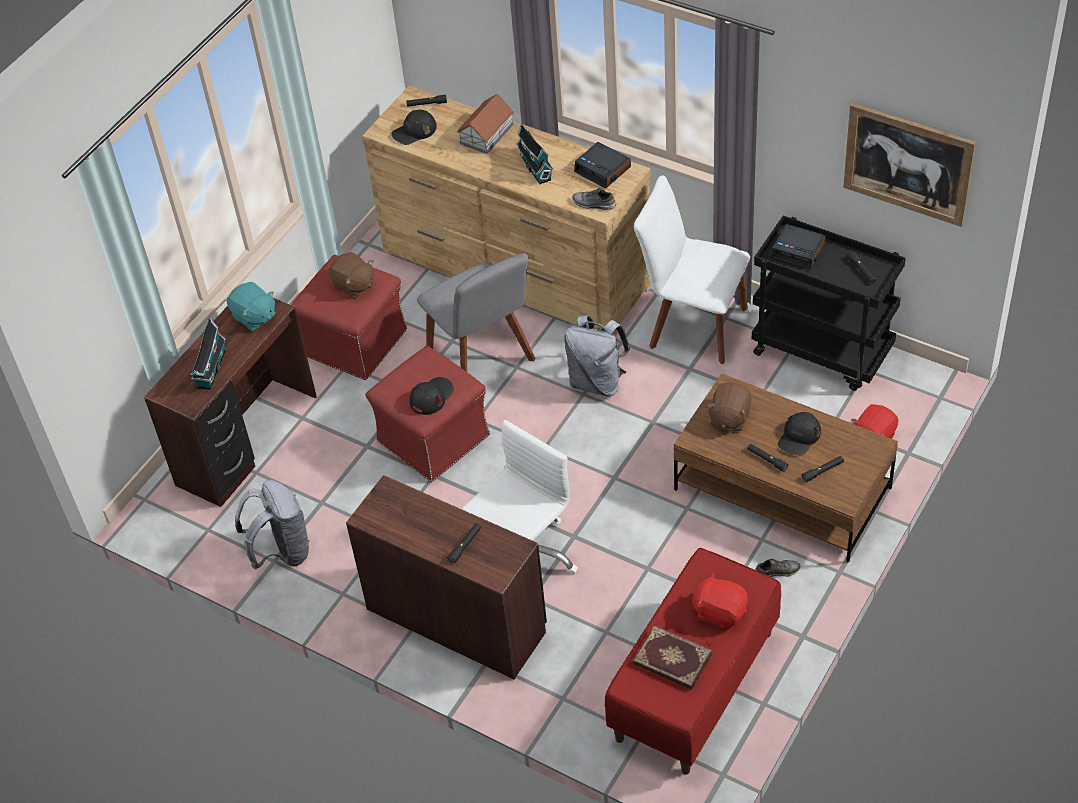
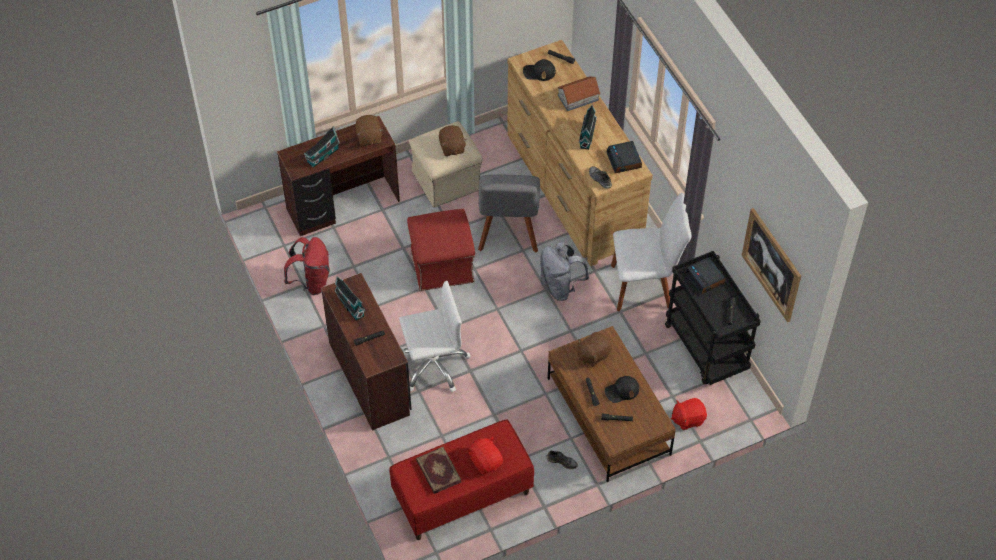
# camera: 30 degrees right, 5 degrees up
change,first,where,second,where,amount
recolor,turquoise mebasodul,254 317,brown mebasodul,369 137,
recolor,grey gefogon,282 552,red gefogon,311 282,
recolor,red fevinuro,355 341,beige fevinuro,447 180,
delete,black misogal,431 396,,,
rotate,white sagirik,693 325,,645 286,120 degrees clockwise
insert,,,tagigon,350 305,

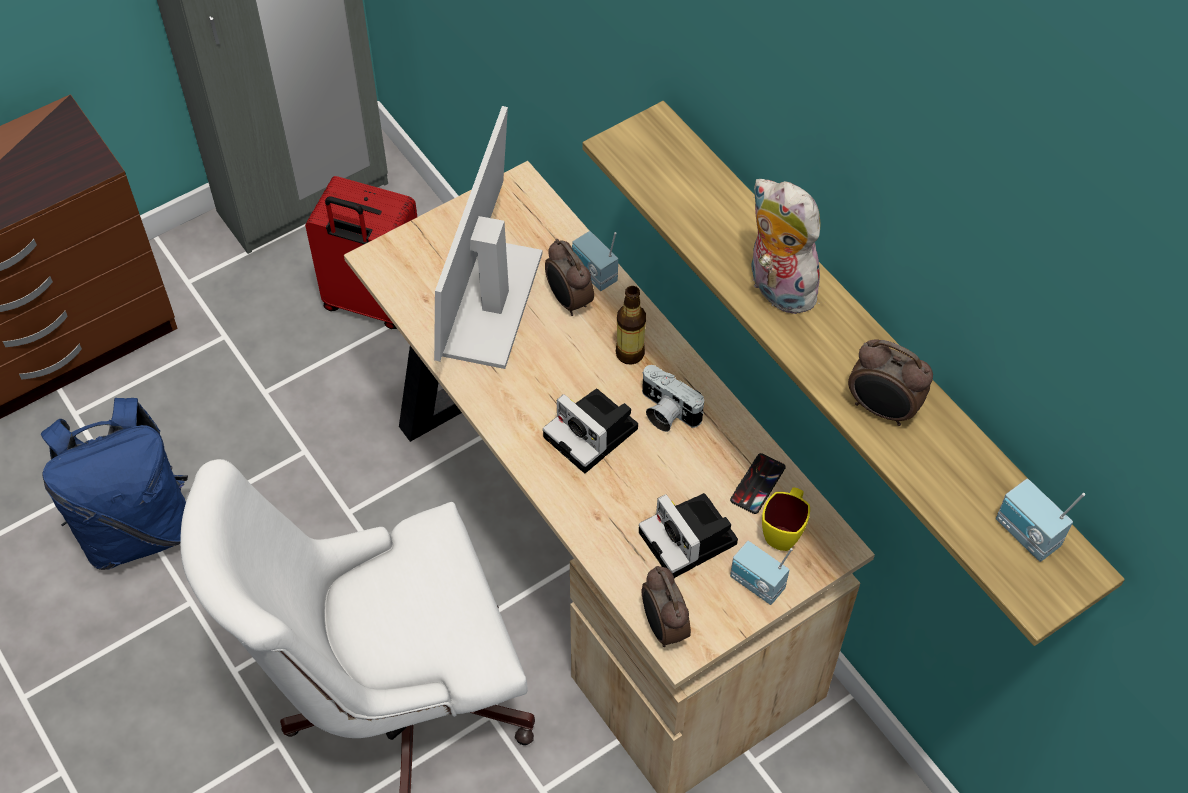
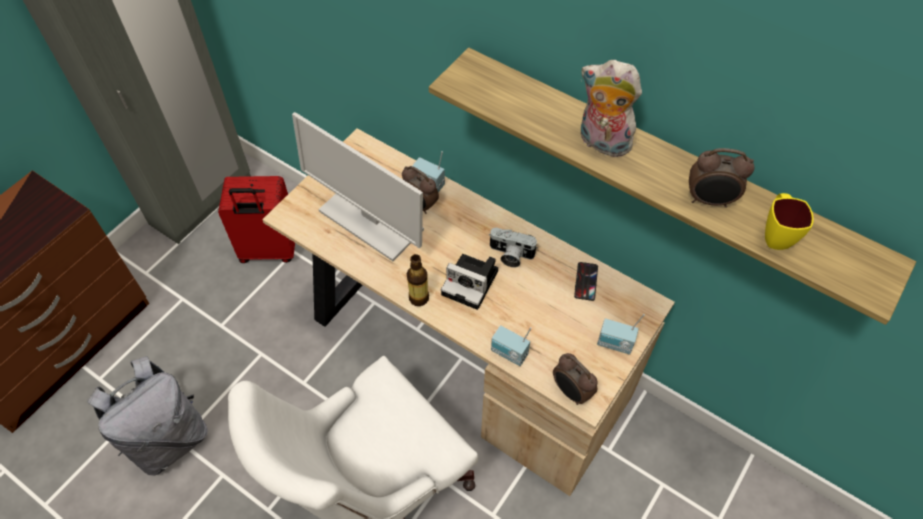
# camera: 20 degrees left, 0 degrees up
change,first,where,second,where,amount
recolor,blue gefogon,137 527,grey gefogon,168 438,
rotate,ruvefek,489 301,,369 220,45 degrees counterclockwise
move,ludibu,630 353,,419 298,
delete,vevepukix,690 540,,,
move,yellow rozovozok,784 531,,775 234,
move,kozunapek,1025 535,,508 354,

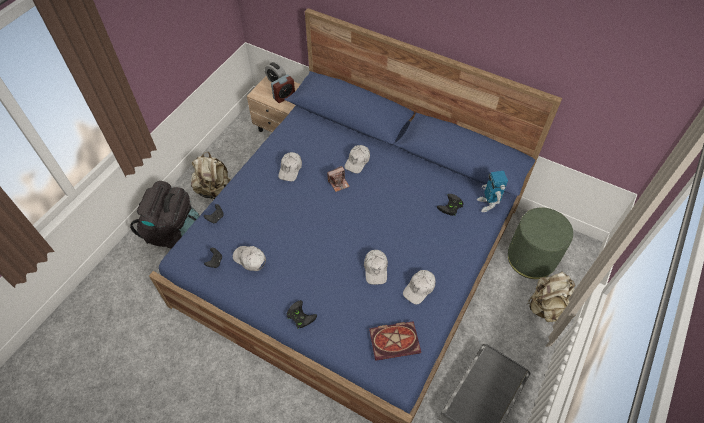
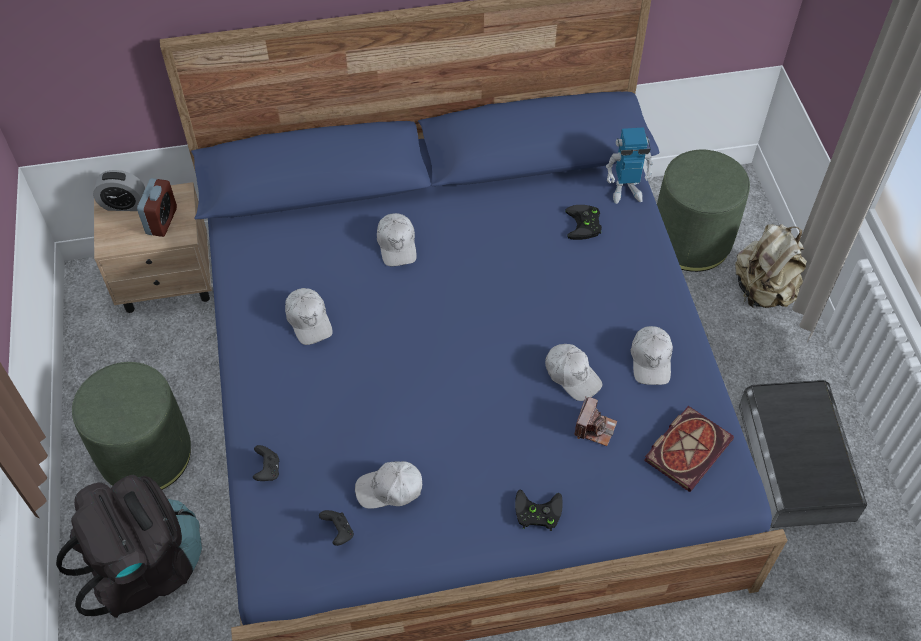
# camera: 40 degrees left, 0 degrees up
change,first,where,second,where,amount
replace,beige gefogon,214 190,green fevinuro,146 454,
move,vevepukix,338 183,,594 428,
rotate,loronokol,487 204,,626 191,45 degrees counterclockwise

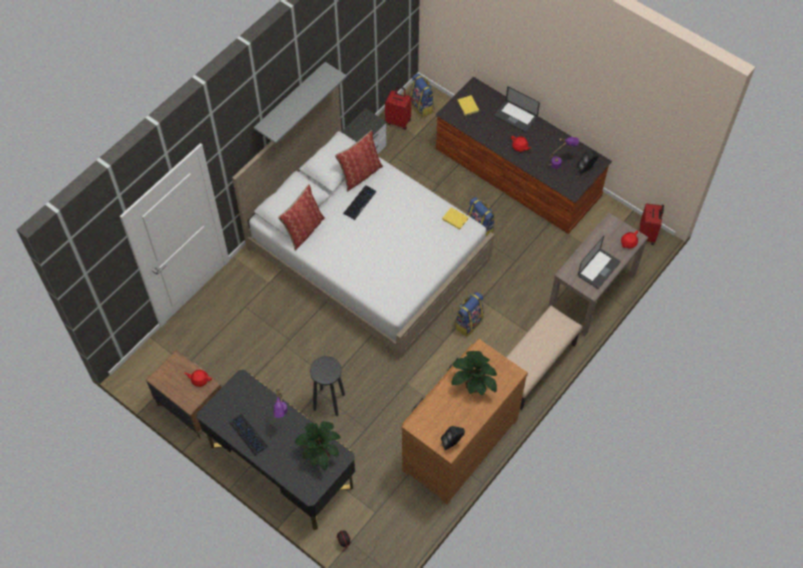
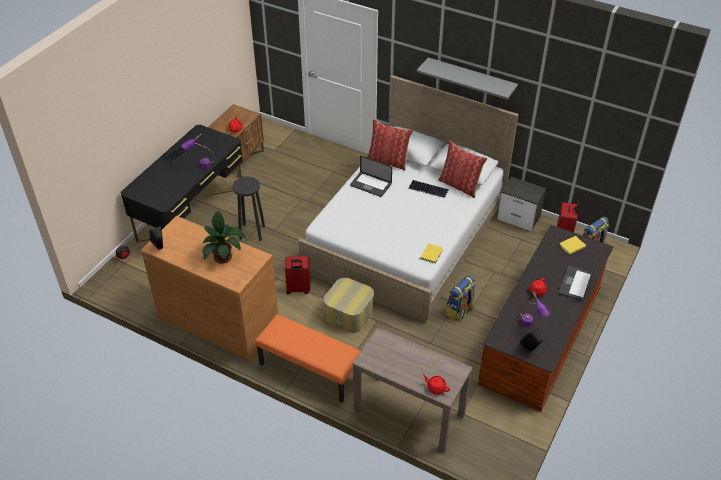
# camera: 80 degrees right, 15 degrees down
change,first,where,second,where,amount
delete,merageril,320 451,,,
replace,gefogon,468 322,fevinuro,349 314,
recolor,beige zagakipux,534 367,orange zagakipux,309 371,
move,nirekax,598 269,,370 185,
move,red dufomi,647 235,,298 289,

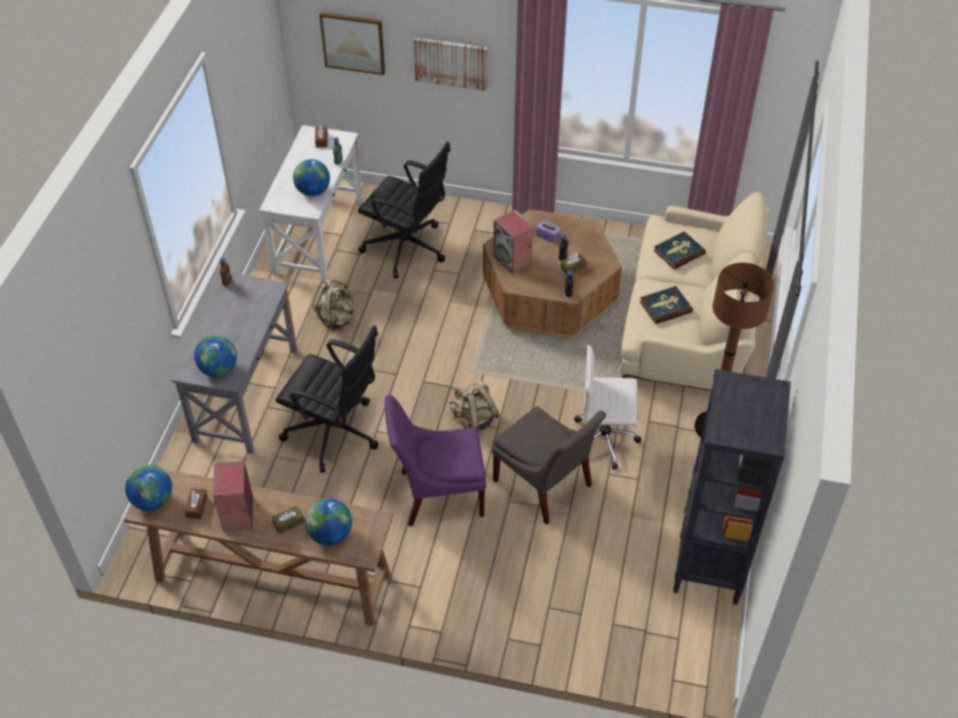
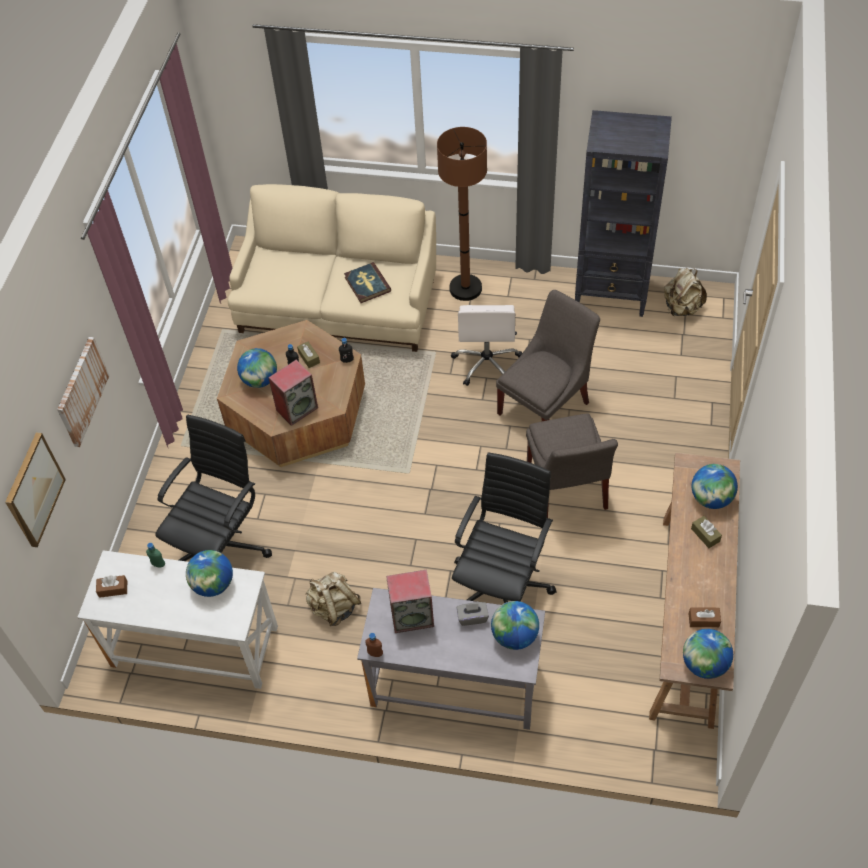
# camera: 90 degrees left, 5 degrees up
change,first,where,second,where,amount
move,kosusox,238 514,,412 616,
recolor,purple sagirik,437 493,grey sagirik,566 489,
move,beige gefogon,473 420,,681 308,
replace,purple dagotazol,548 235,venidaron,260 380,
delete,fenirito,678 252,,,
insert,,,grey dagotazol,472 617,

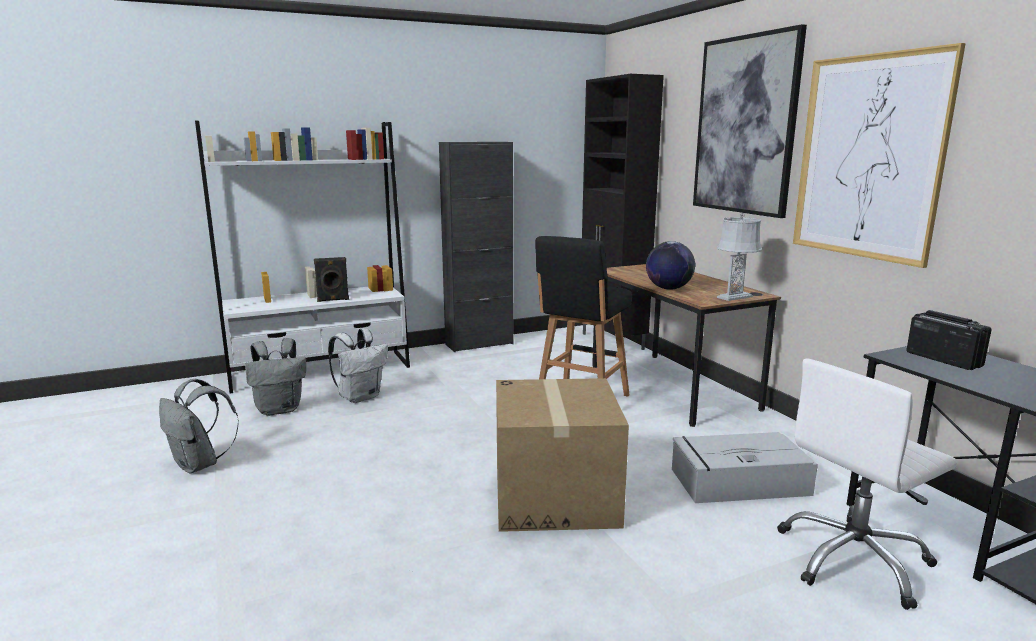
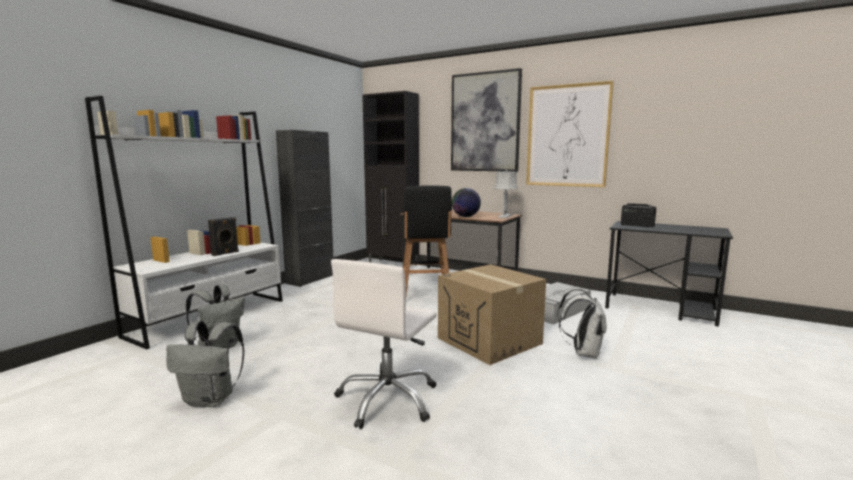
# camera: 35 degrees left, 5 degrees down
change,first,where,second,where,amount
move,white gefogon,360 397,,583 353,
move,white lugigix,854 560,,388 399,

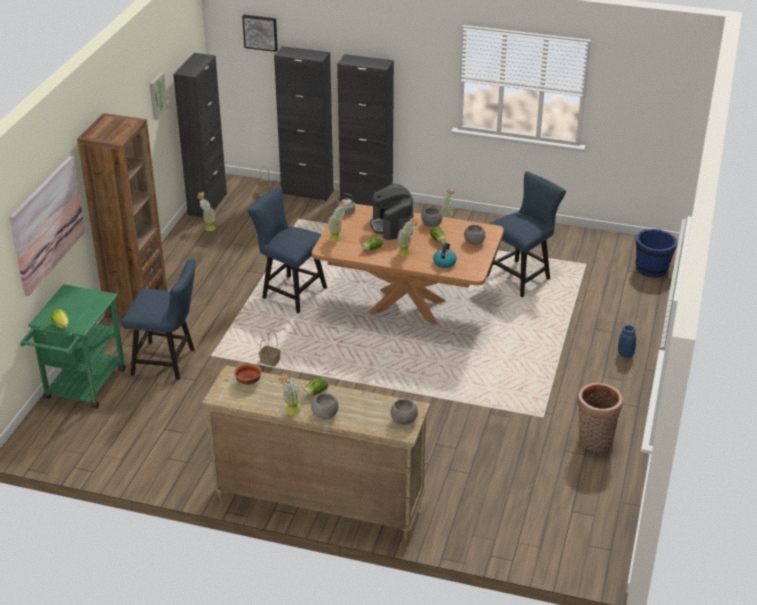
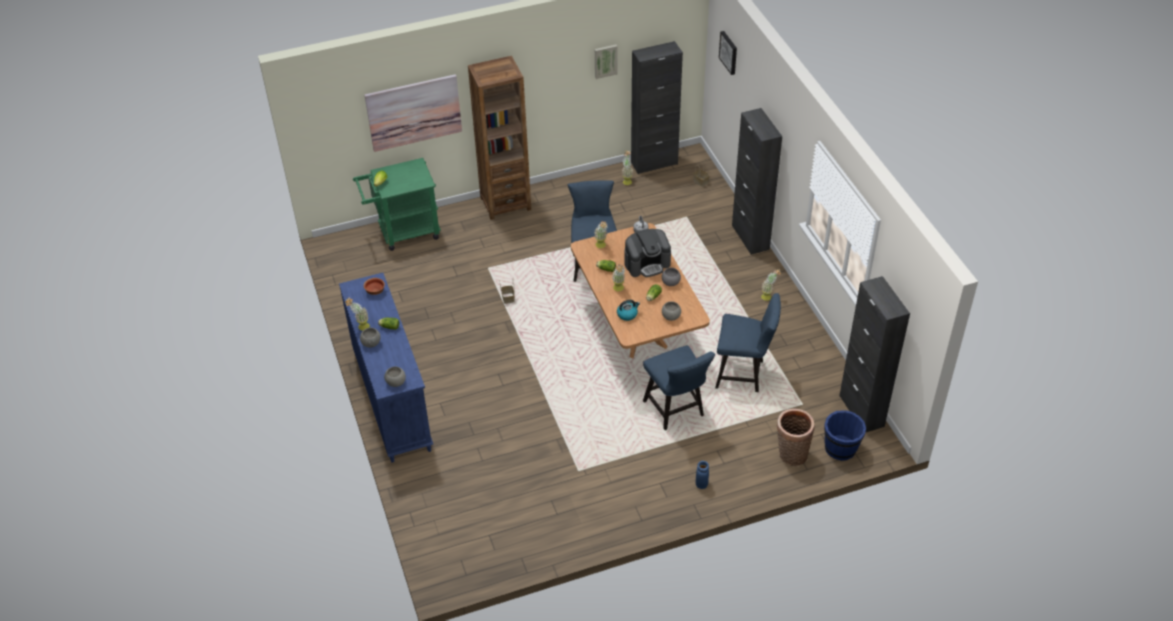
# camera: 55 degrees right, 10 degrees up
change,first,where,second,where,amount
move,blue sagirik,168 362,,676 411,
recolor,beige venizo,318 501,blue venizo,392 400,
move,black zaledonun,307 192,,861 411,
rotate,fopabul,392 226,,647 263,150 degrees counterclockwise
move,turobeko,594 442,,791 454,

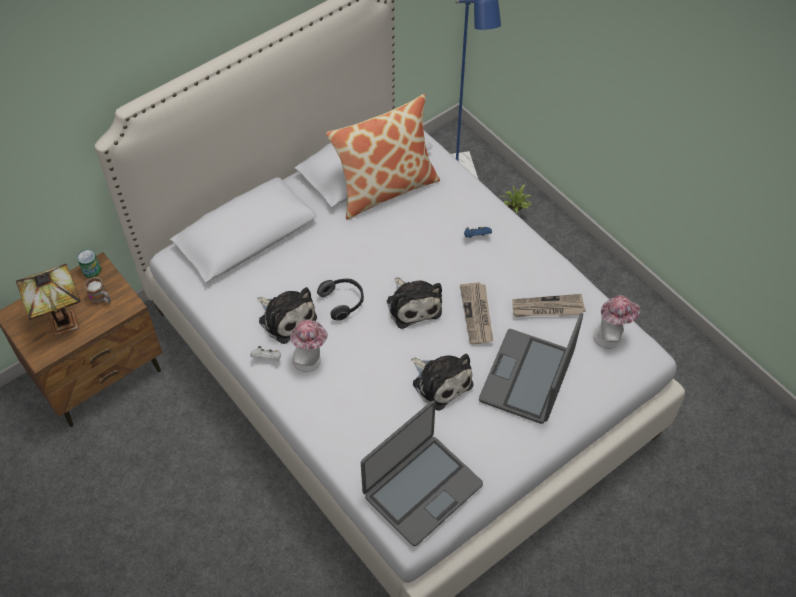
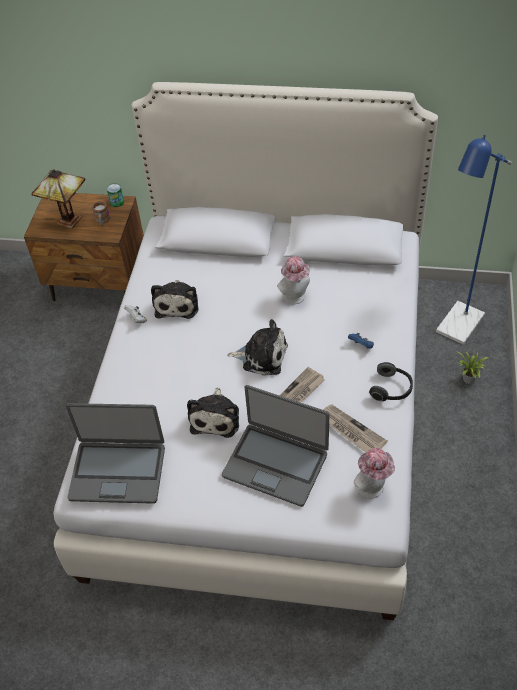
# camera: 50 degrees right, 5 degrees down
change,first,where,second,where,amount
move,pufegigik,310 360,,295 297,
move,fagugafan,343 302,,391 389,
delete,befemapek,385 188,,,
rotate,mebasodul,413 305,,262 356,105 degrees counterclockwise
rotate,nirekax,527 377,,276 464,135 degrees counterclockwise

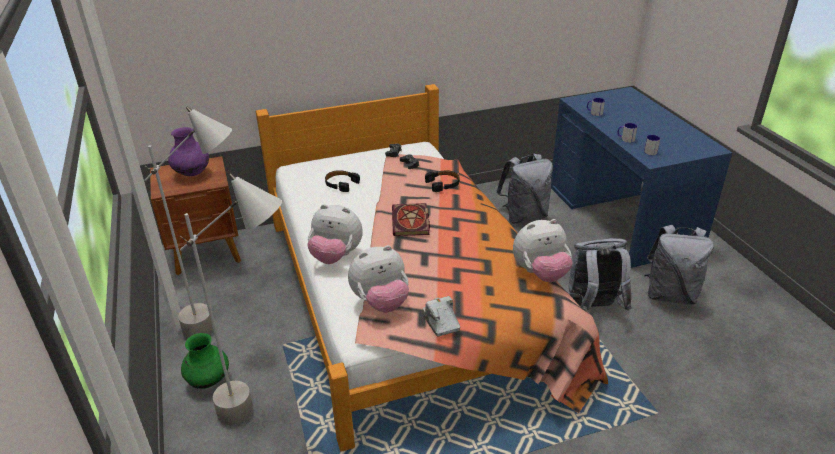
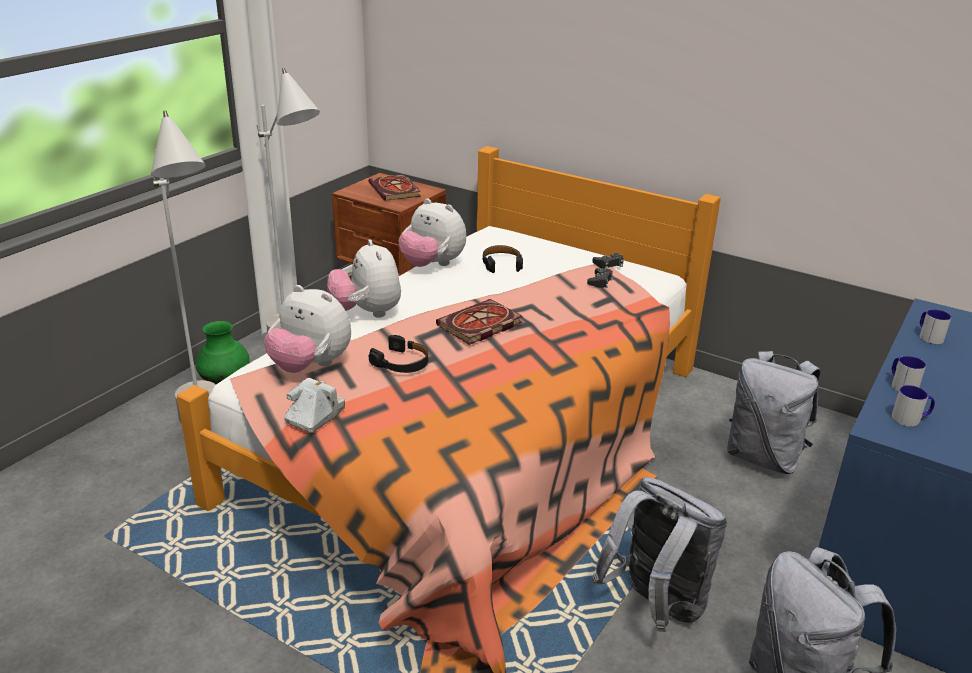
# camera: 50 degrees right, 5 degrees down
change,first,where,second,where,amount
replace,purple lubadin,192 173,fenirito,396 190,
move,black fagugafan,443 184,,402 363,
move,mebasodul,540 273,,432 265,

